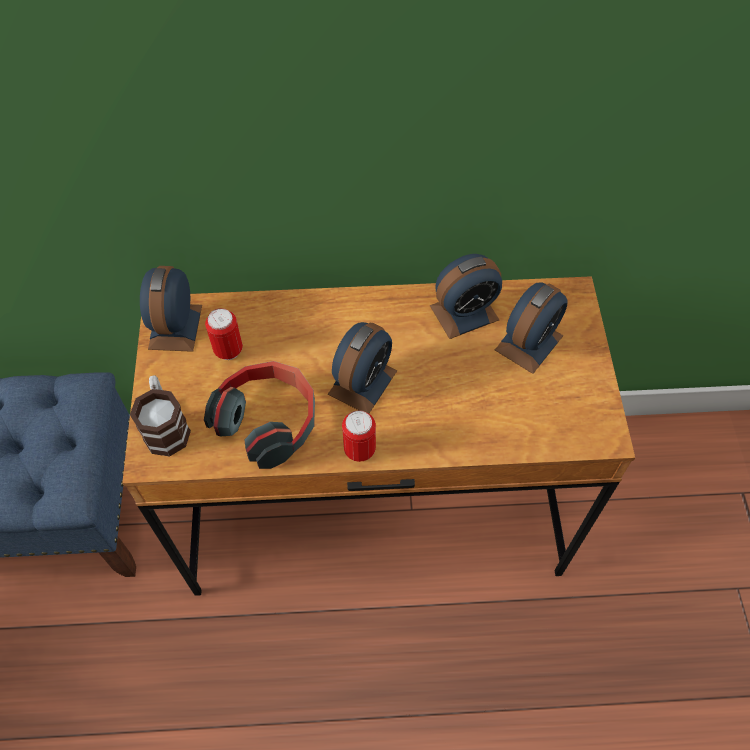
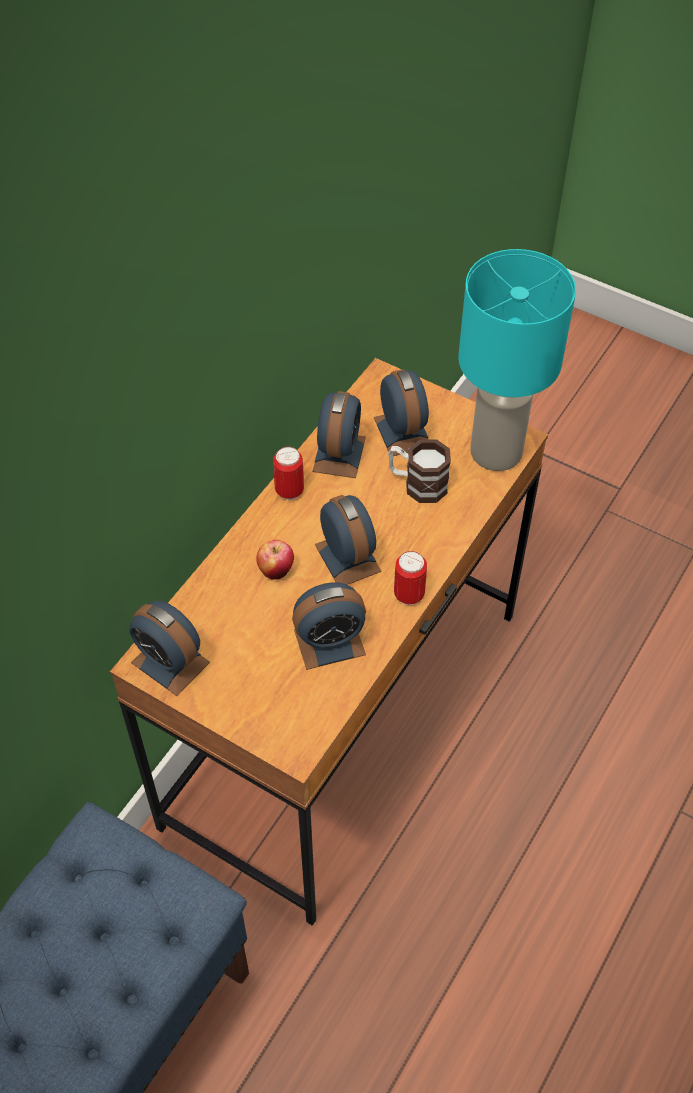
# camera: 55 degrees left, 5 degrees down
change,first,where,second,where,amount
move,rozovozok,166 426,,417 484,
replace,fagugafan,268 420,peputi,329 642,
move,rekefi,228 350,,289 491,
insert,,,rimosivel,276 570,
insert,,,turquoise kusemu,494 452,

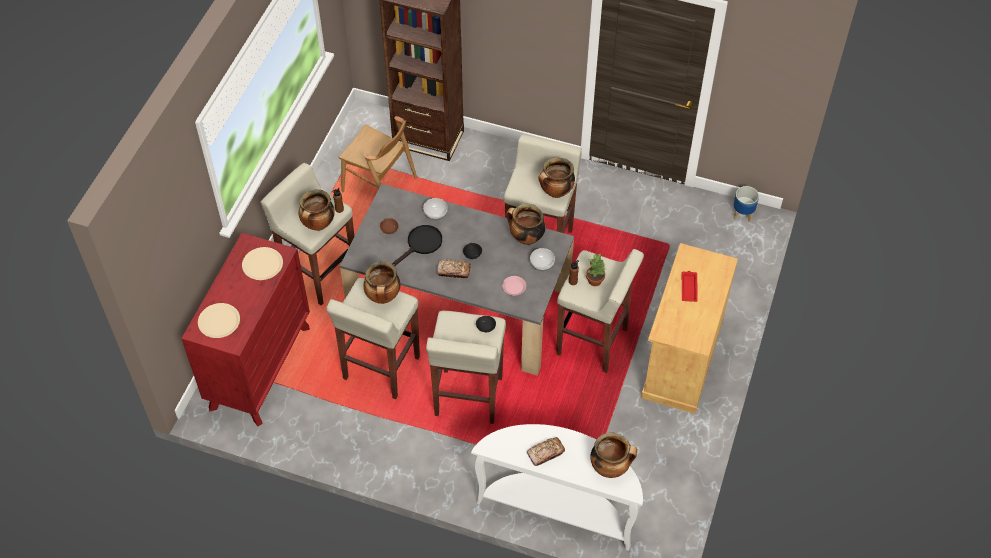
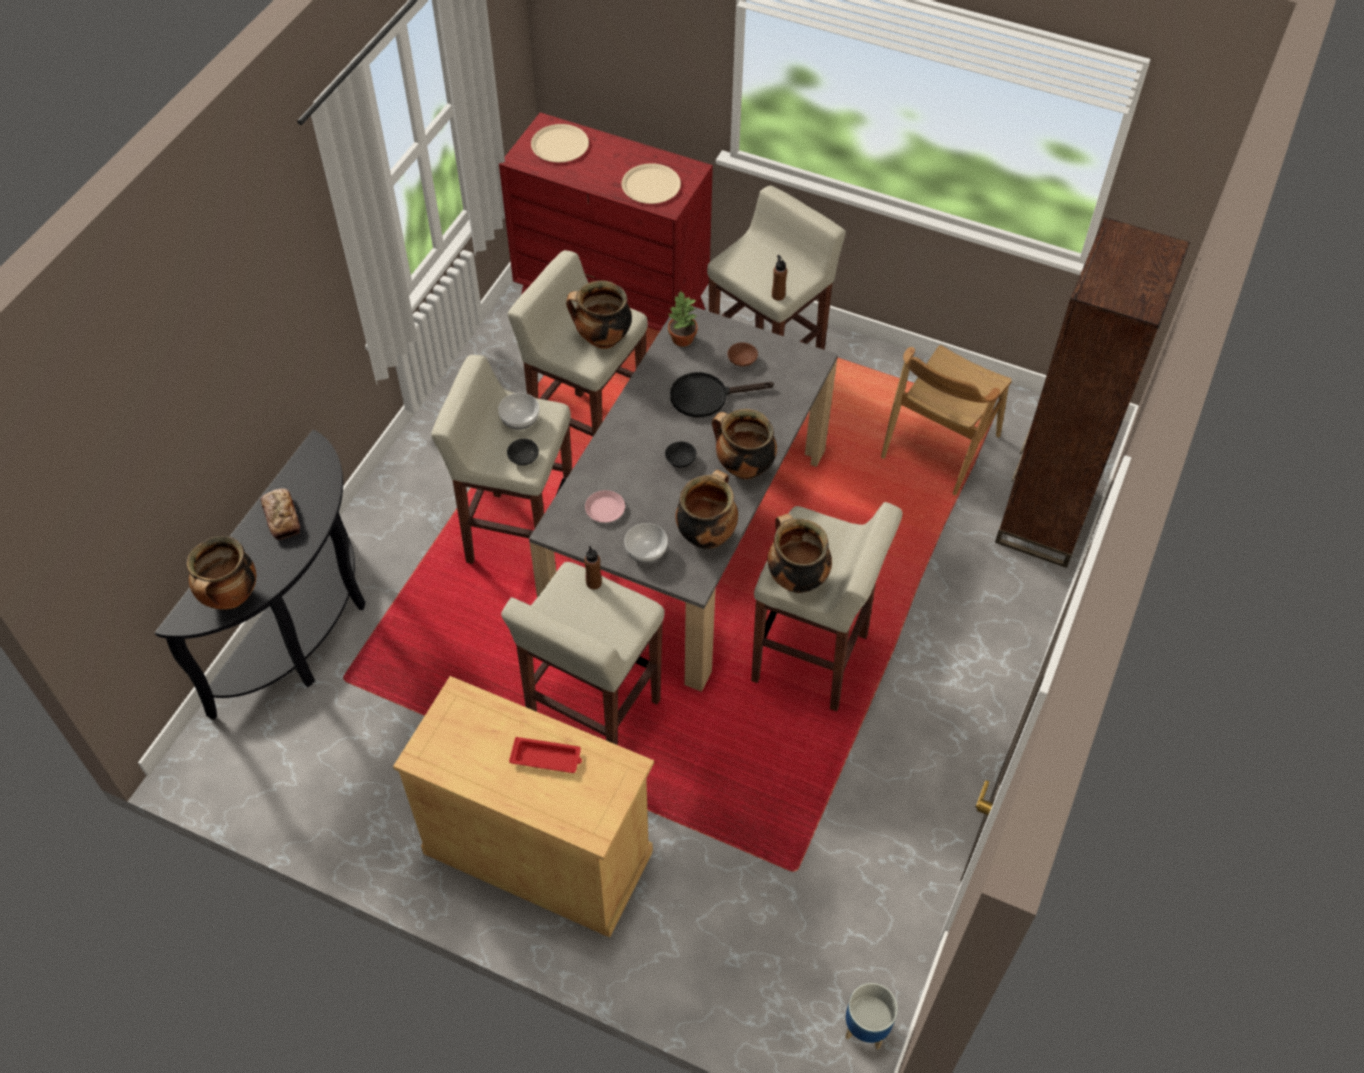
# camera: 95 degrees right, 0 degrees up
change,first,where,second,where,amount
move,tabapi,318 225,,743 468,
rotate,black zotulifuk,421 244,,707 396,120 degrees clockwise
move,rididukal,436 214,,520 420,
delete,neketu,453 271,,,
recolor,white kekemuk,558 508,black kekemuk,304 632,
move,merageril,595 280,,682 339,

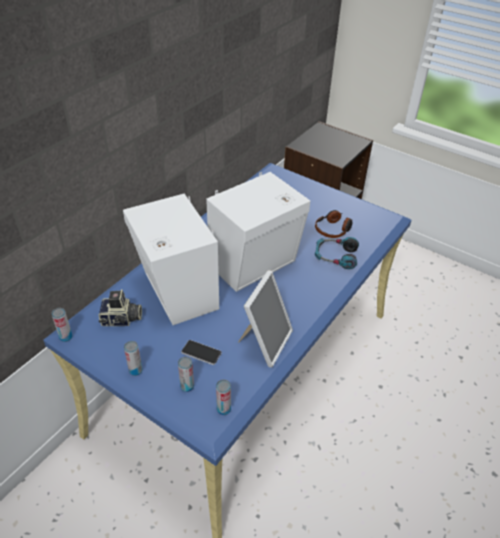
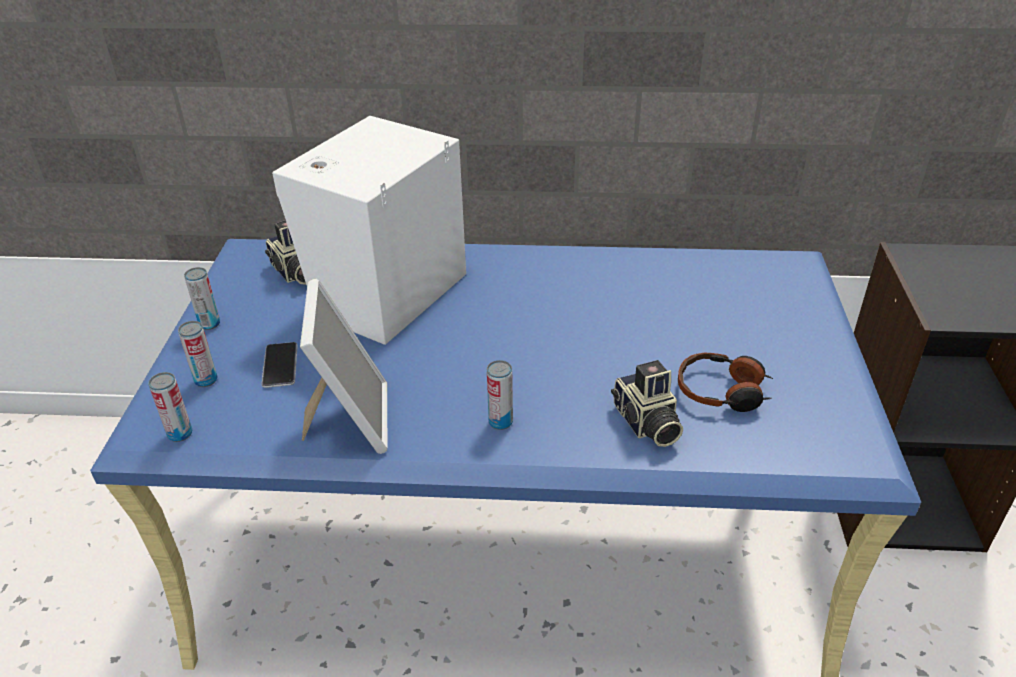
# camera: 60 degrees right, 5 degrees down
change,first,where,second,where,amount
move,rekefi,66 337,,500 422,
delete,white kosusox,256 265,,,
rotate,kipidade,264 342,,349 420,90 degrees counterclockwise
replace,fagugafan,335 256,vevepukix,645 424,

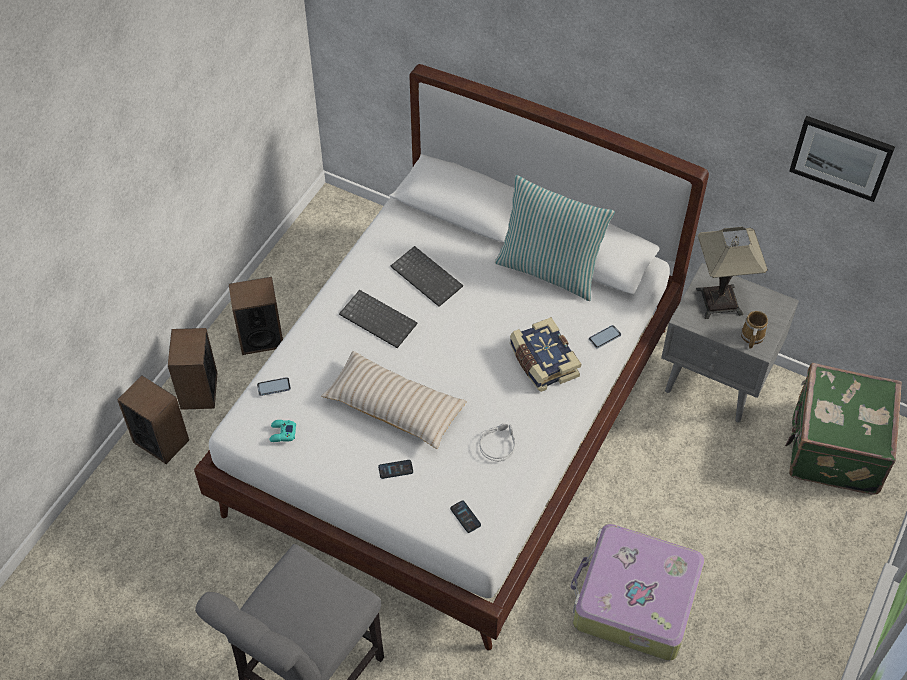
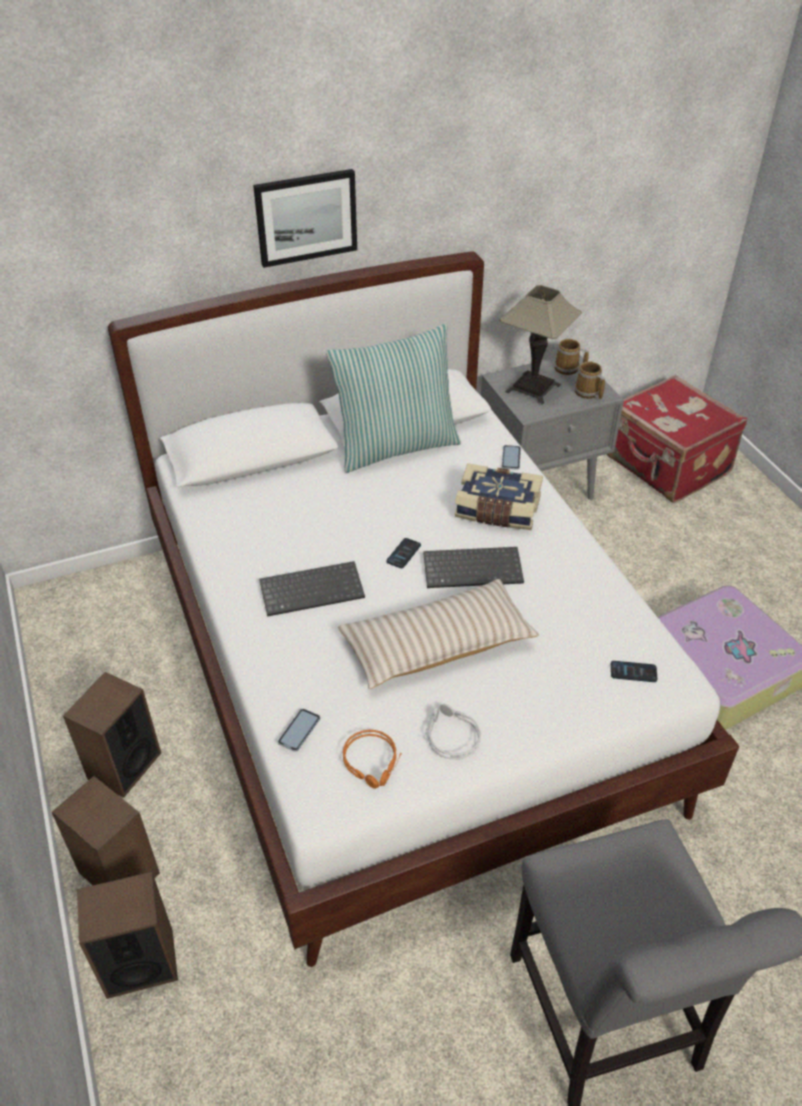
# camera: 50 degrees left, 10 degrees down
change,first,where,second,where,amount
replace,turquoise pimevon,282 433,orange fagugafan,373 762,
move,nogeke,395 469,,403 553,
move,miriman,428 277,,473 568,
move,grey fagugafan,497 443,,449 736,
recolor,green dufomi,833 448,red dufomi,666 466,
move,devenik,841 157,,306 217,
insert,,,rozovozok,568 369,

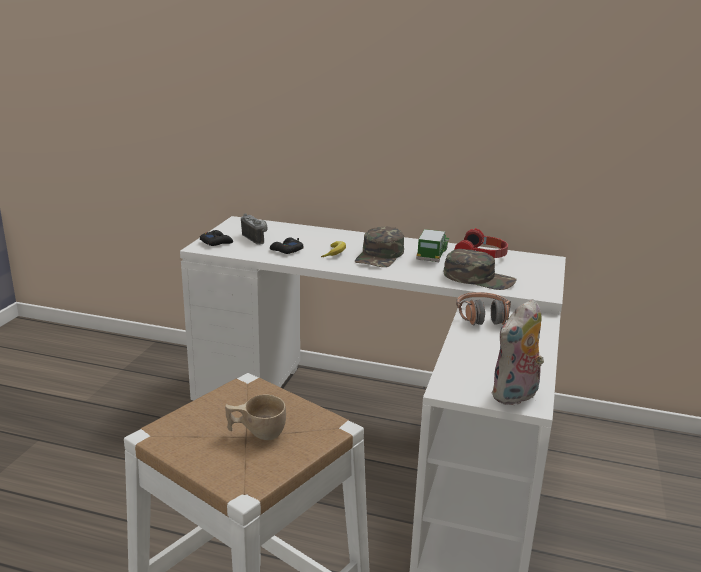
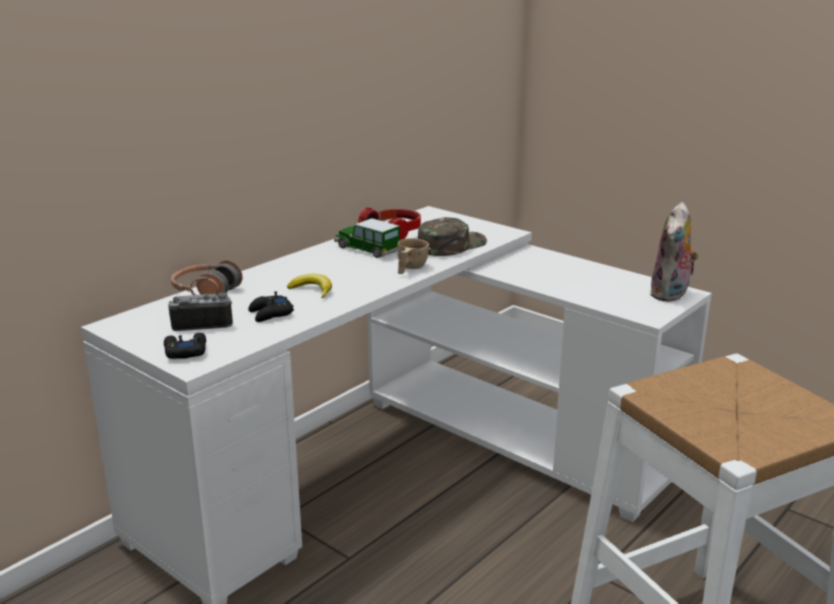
# camera: 65 degrees left, 0 degrees up
change,first,where,second,where,amount
move,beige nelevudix,256 433,,409 268,
delete,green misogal,380 256,,,
move,fagugafan,482 317,,206 291,
rotate,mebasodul,515 396,,671 295,45 degrees clockwise

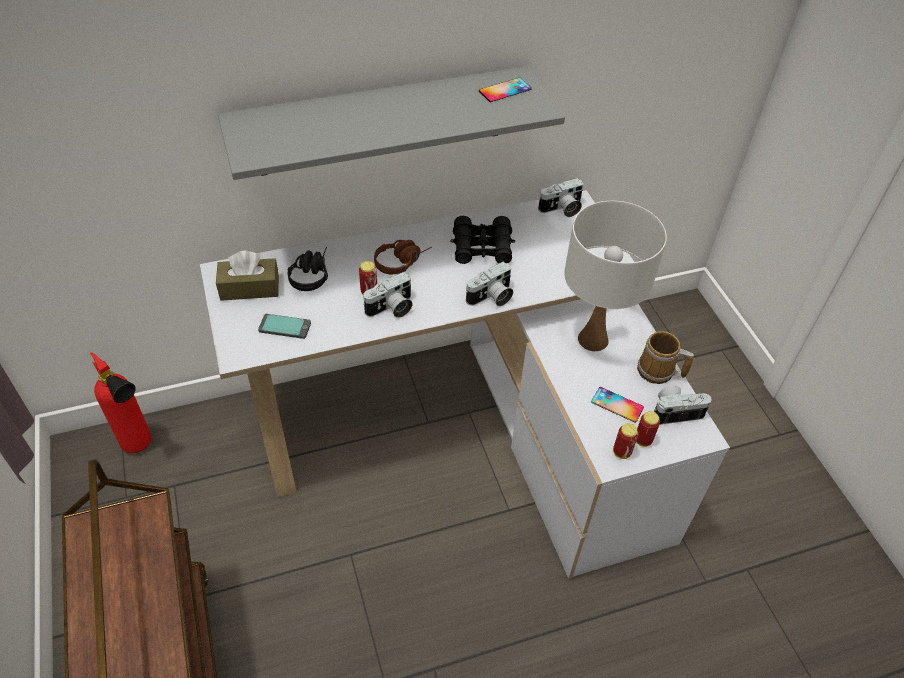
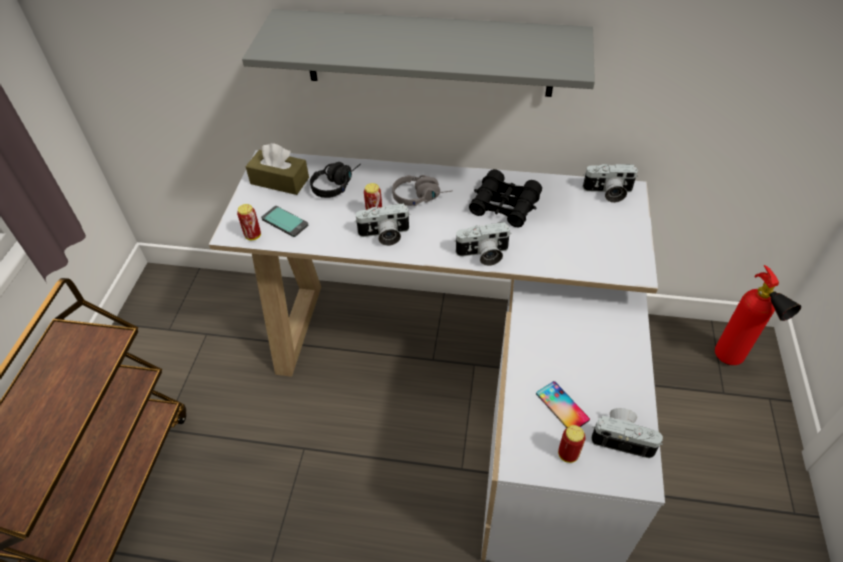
# camera: 30 degrees right, 0 degrees up
change,first,where,second,where,amount
move,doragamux,141 447,,732 361,
recolor,brown fagugafan,402 261,grey fagugafan,422 196,
delete,nogeke,505 90,,,
delete,white kusemu,593 340,,,
move,rekefi,621 452,,253 235,
delete,rozovozok,657 372,,,

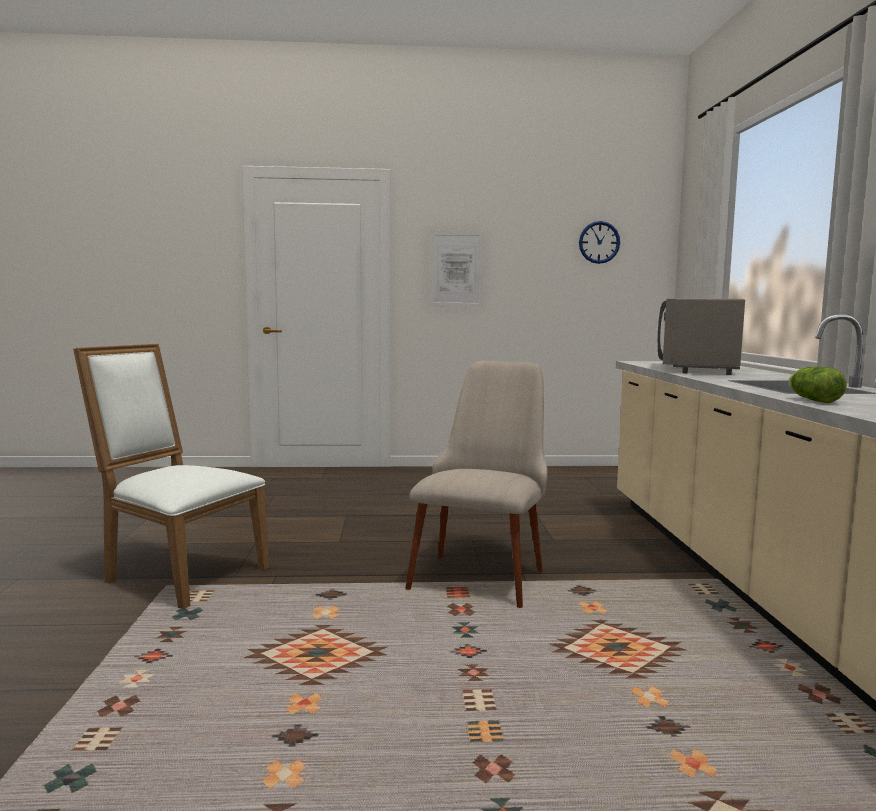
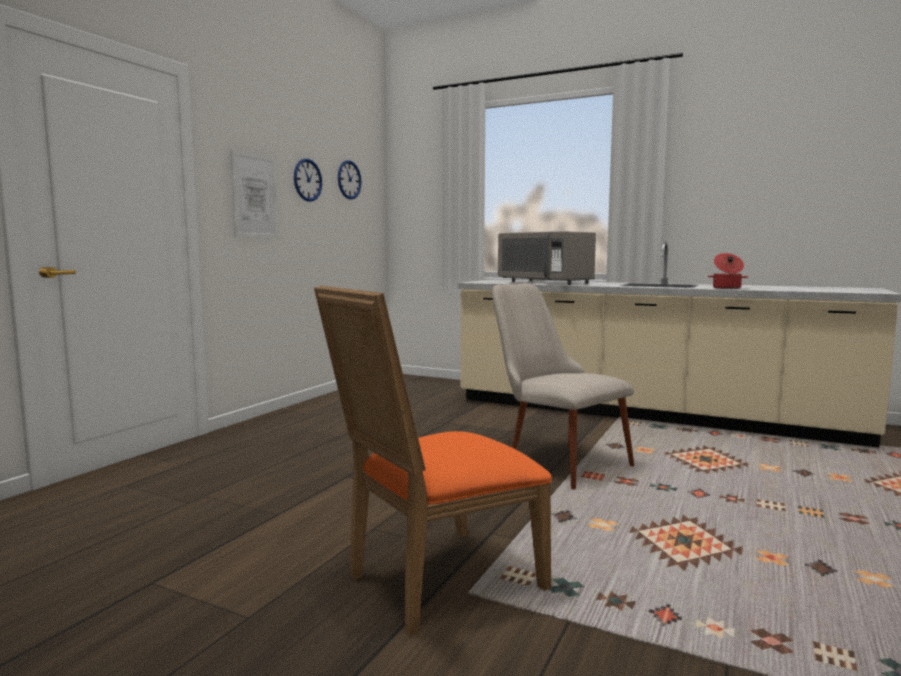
# camera: 60 degrees left, 0 degrees up
change,first,where,second,where,amount
recolor,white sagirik,178 574,orange sagirik,434 583,
replace,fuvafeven,812 400,tabapi,726 288,
insert,,,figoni,307 180,

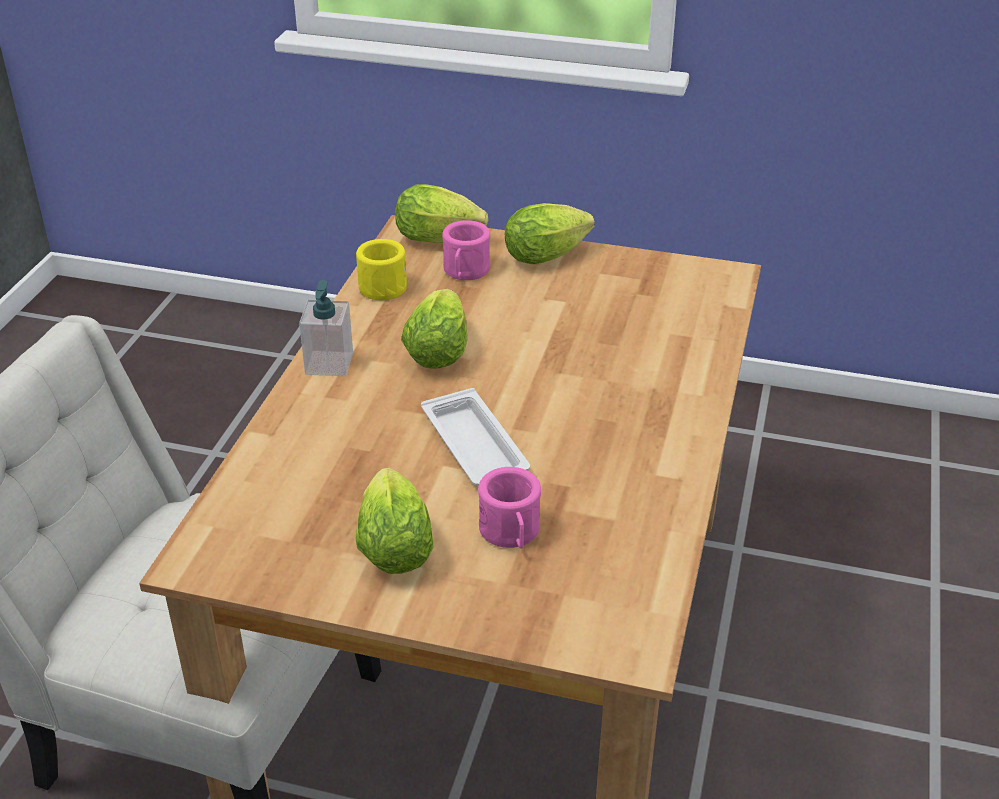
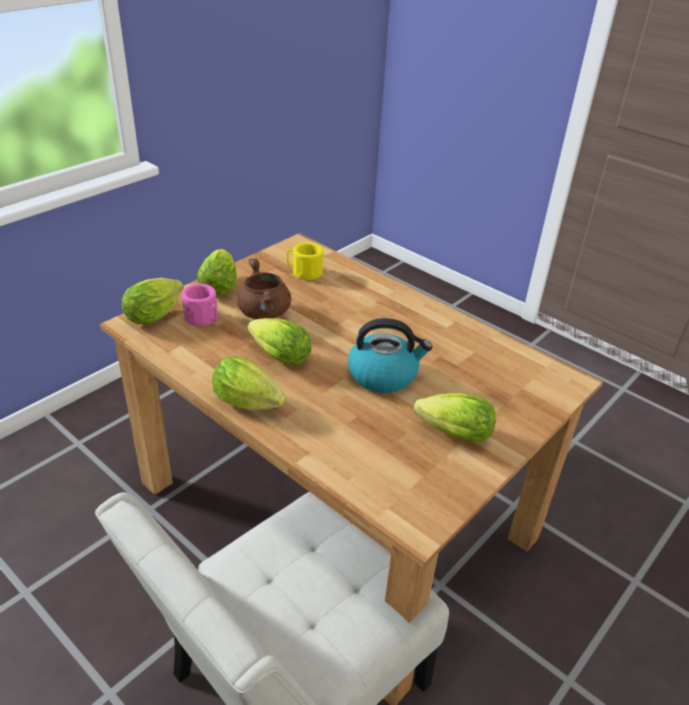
# camera: 65 degrees left, 0 degrees up
change,first,where,second,where,amount
replace,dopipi,329 364,fuvafeven,251 404,
move,yellow rozovozok,382 285,,304 272,
replace,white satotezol,475 447,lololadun,384 375,
delete,pink rozovozok,511 533,,,
insert,,,brown tabapi,265 313,

